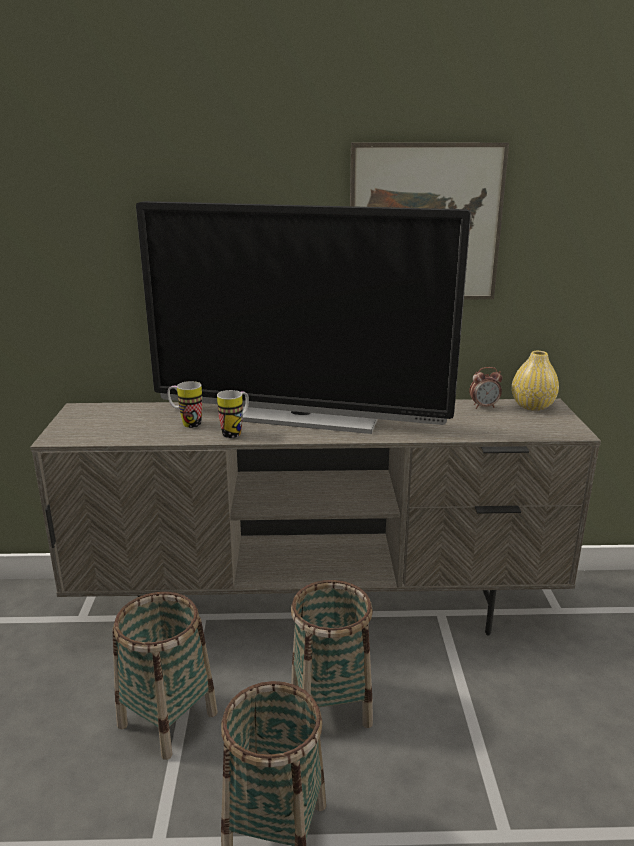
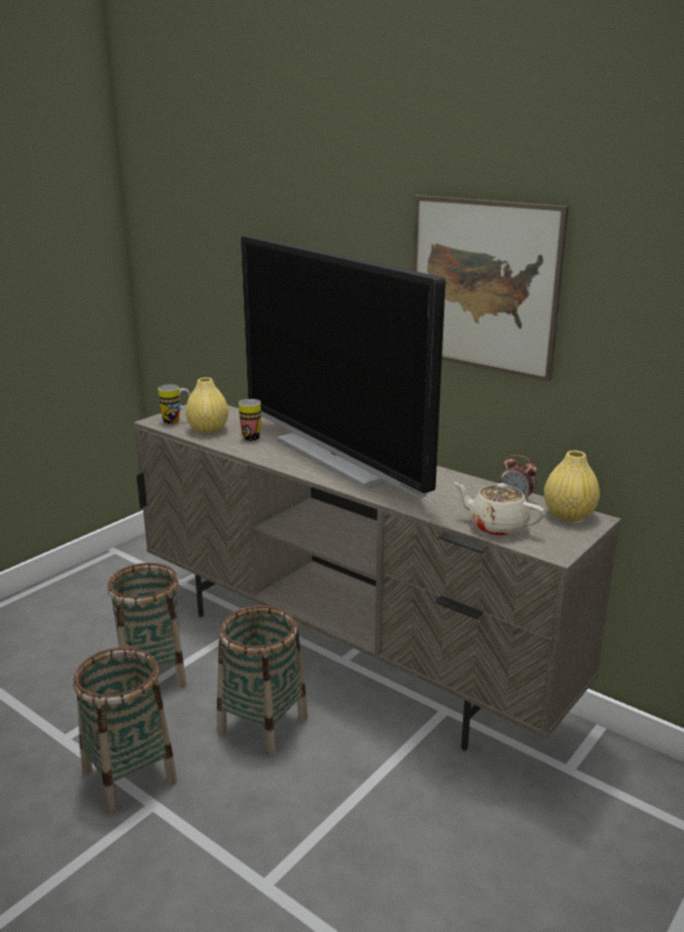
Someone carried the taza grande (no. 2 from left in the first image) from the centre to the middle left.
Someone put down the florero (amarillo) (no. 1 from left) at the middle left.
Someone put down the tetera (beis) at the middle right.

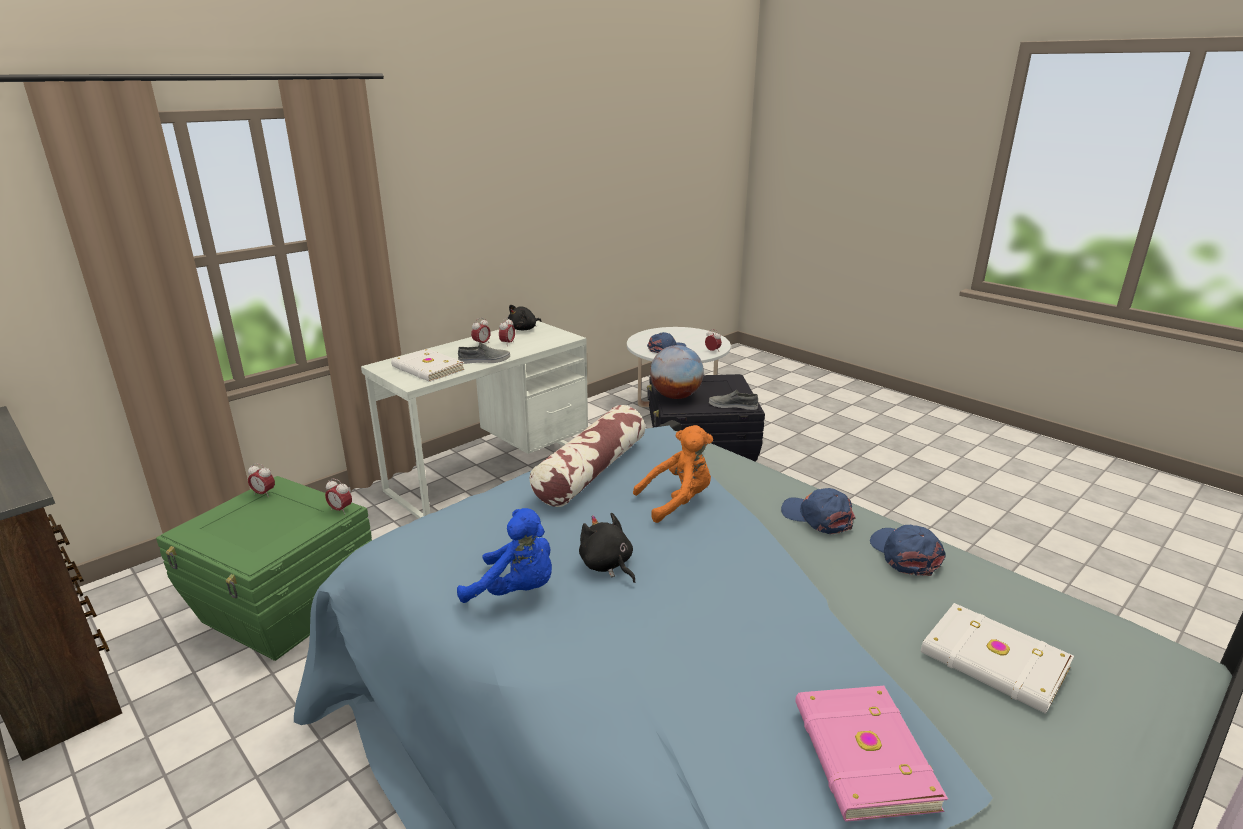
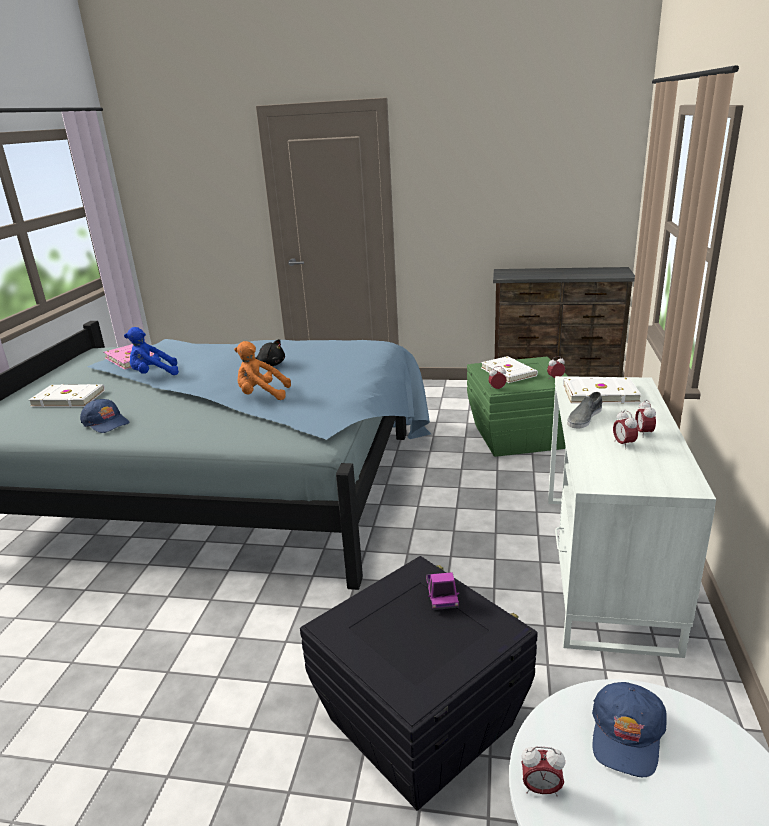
Someone carried the peluche (azul) from the bottom centre to the middle left.
Someone took away the peluche (negro) (no. 1 from left) at the centre.
Someone took away the cojín at the centre.
Someone rotated the peluche (naranja) at the centre by 60 degrees clockwise.
Someone swapped the globo terráqueo at the centre for the camión de juguete at the bottom centre.
Someone took away the zapato (gris) (no. 2 from left) at the centre.
Someone took away the gorra (azul) (no. 2 from left) at the centre.
Someone put down the libro (blanco) (no. 2 from left) at the centre.

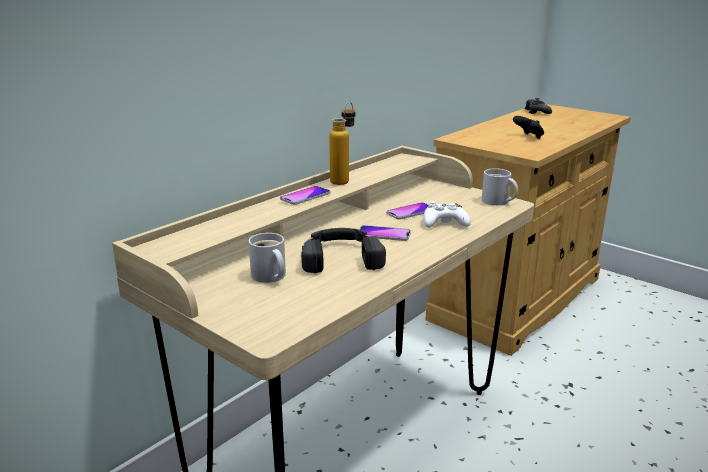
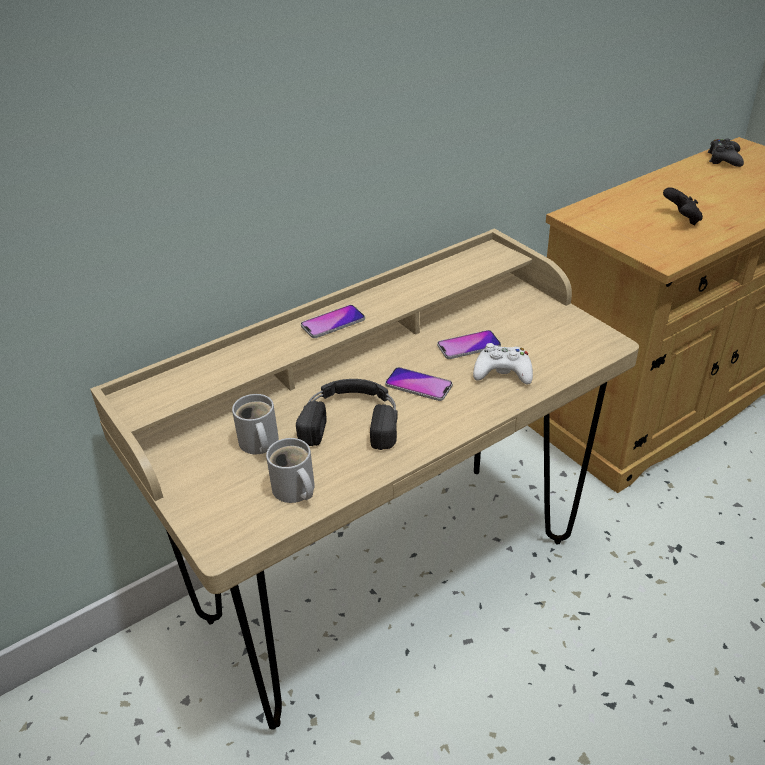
Someone took away the botella at the top centre.
Someone carried the taza grande (blanco) (no. 2 from left) from the middle right to the centre.

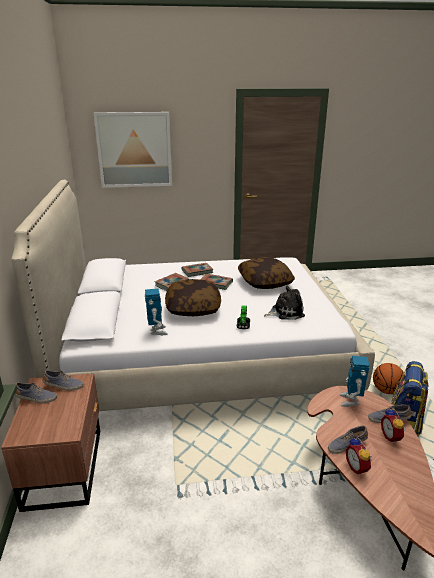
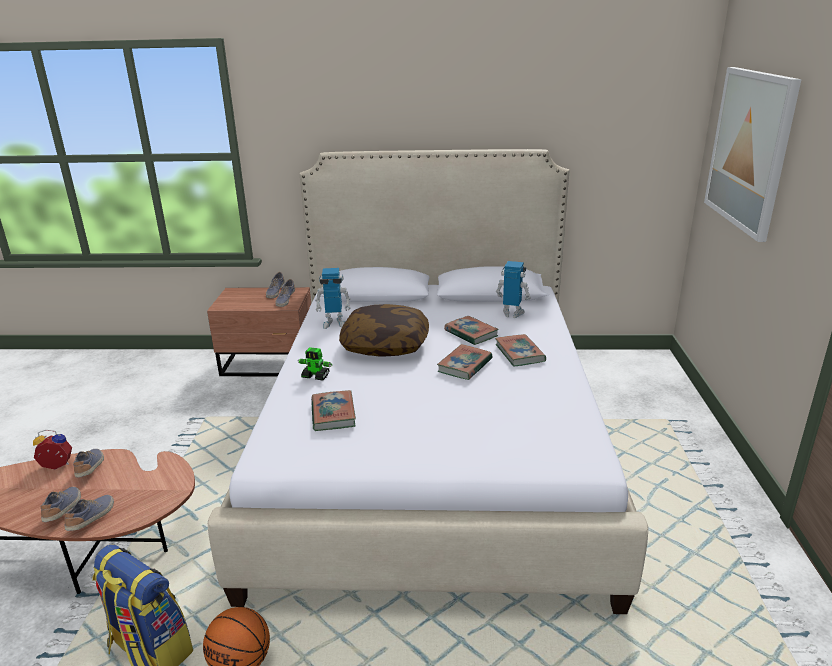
Someone took away the cojín (no. 2 from left) at the centre.
Someone swapped the peluche at the centre for the libro (no. 1 from left) at the centre.
Someone carried the robot de juguete (no. 3 from left) from the middle right to the centre.
Someone swapped the despertador (no. 2 from left) at the bottom right for the zapato (no. 1 from left) at the bottom left.

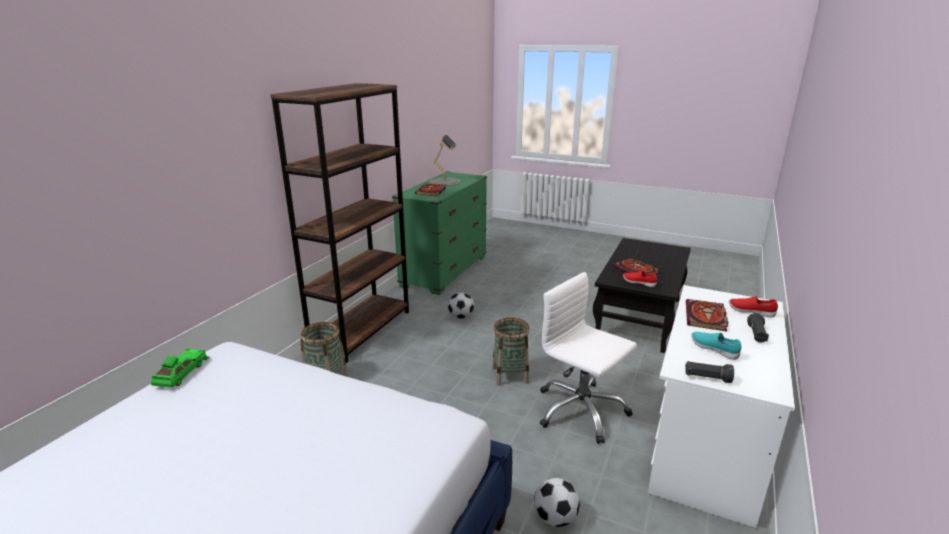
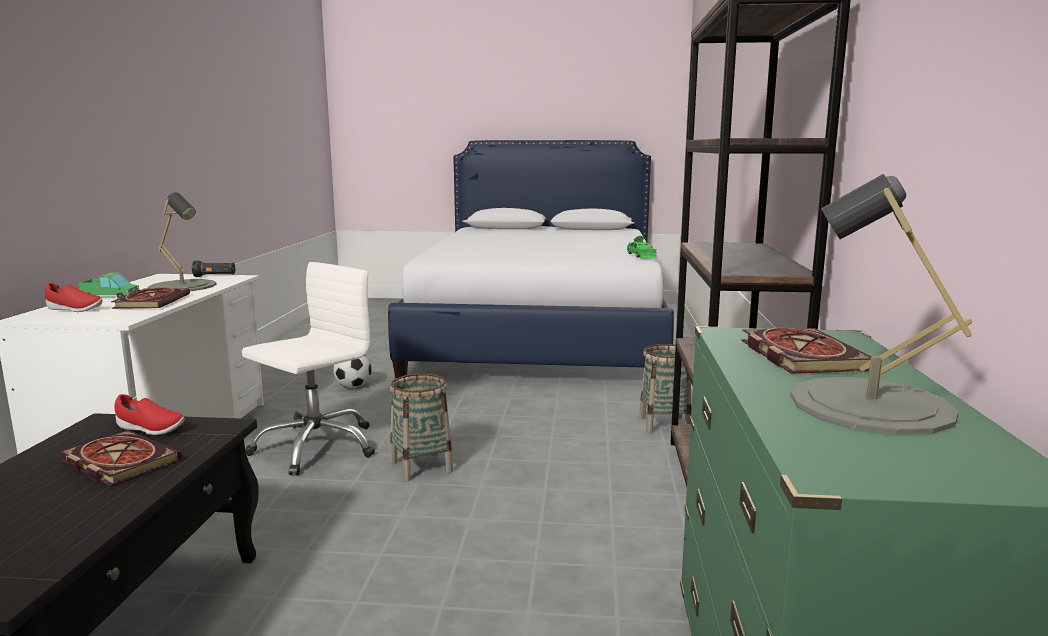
Someone took away the balón de fútbol (no. 1 from left) at the centre.
Someone rotated the silla de oficina (blanco) at the bottom centre by 75 degrees counterclockwise.
Someone swapped the zapato (turquesa) at the middle right for the lámpara de mesa (gris) (no. 1 from left) at the middle left.
Someone swapped the linterna (negro) (no. 2 from left) at the middle right for the camión de juguete at the middle left.

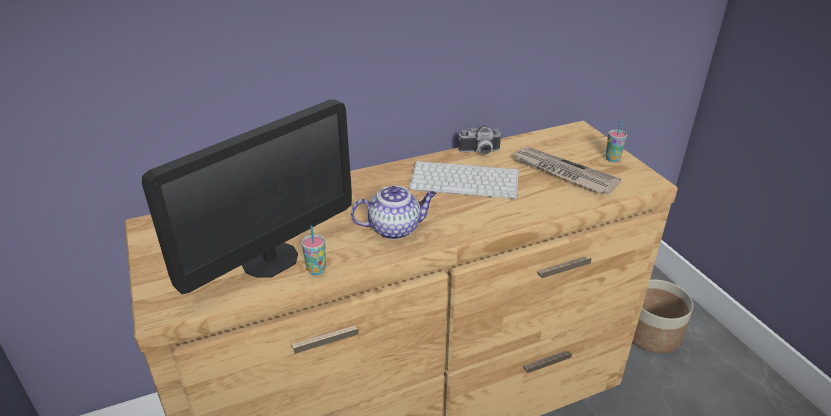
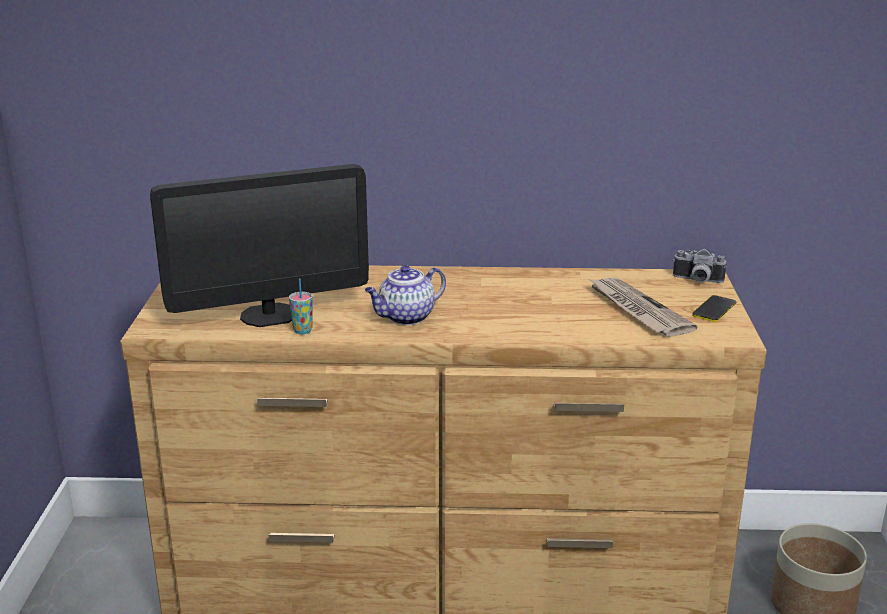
Someone rotated the tetera at the centre by 135 degrees clockwise.
Someone took away the teclado at the centre.
Someone carried the cámara from the centre to the middle right.
Someone swapped the taza (no. 2 from left) at the middle right for the móvil at the middle right.

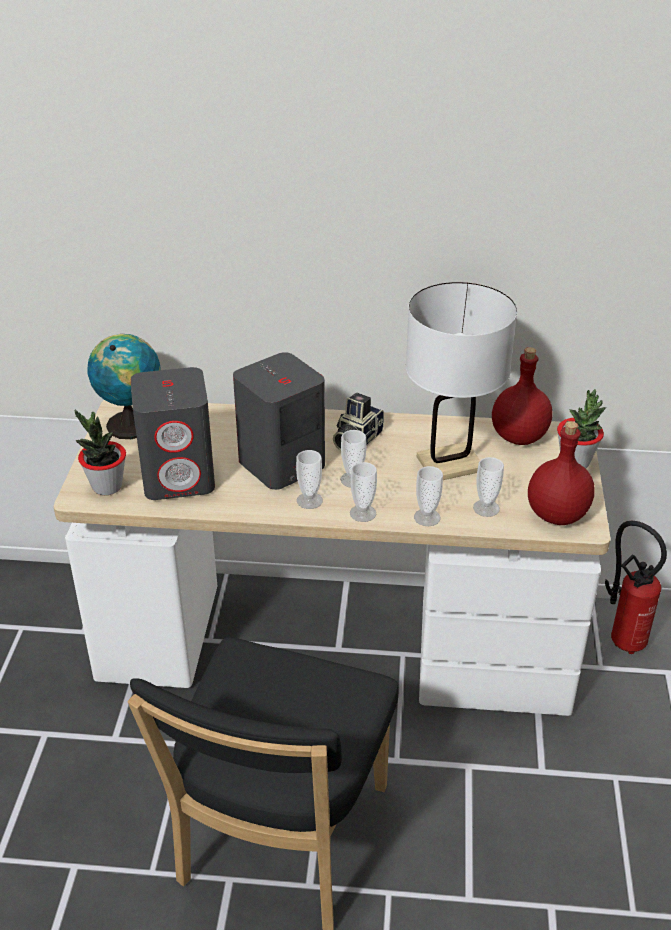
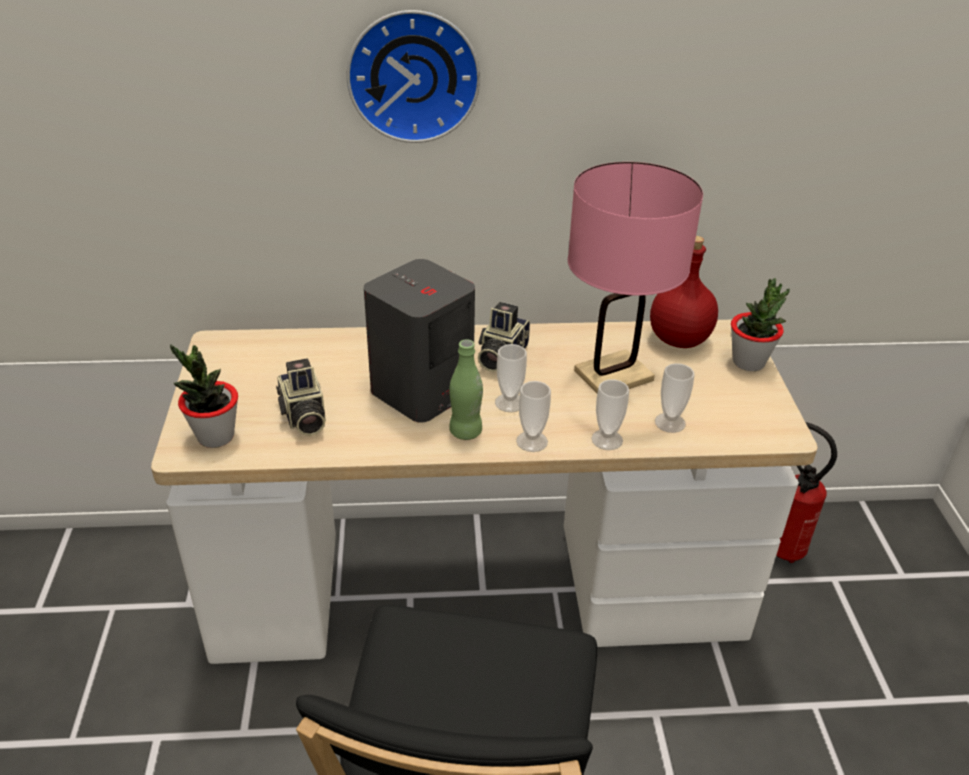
Someone took away the globo terráqueo at the middle left.
Someone swapped the altavoz (gris) (no. 1 from left) at the middle left for the cámara (no. 1 from left) at the middle left.
Someone swapped the taza (no. 1 from left) at the centre for the botella (verde) at the centre.
Someone repainted the lámpara de mesa (blanco) at the middle right, which became the lámpara de mesa (rosa) at the centre.
Someone took away the botella (rojo) (no. 2 from left) at the middle right.
Someone put up the reloj de pared at the top centre.

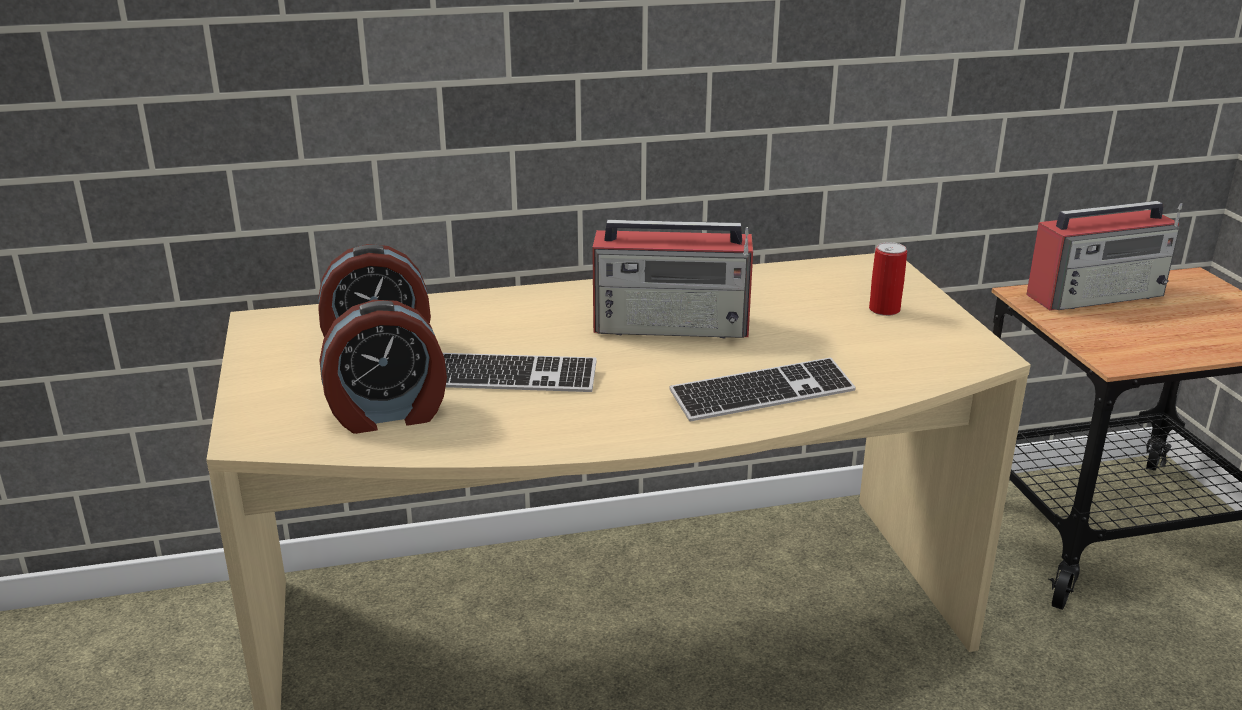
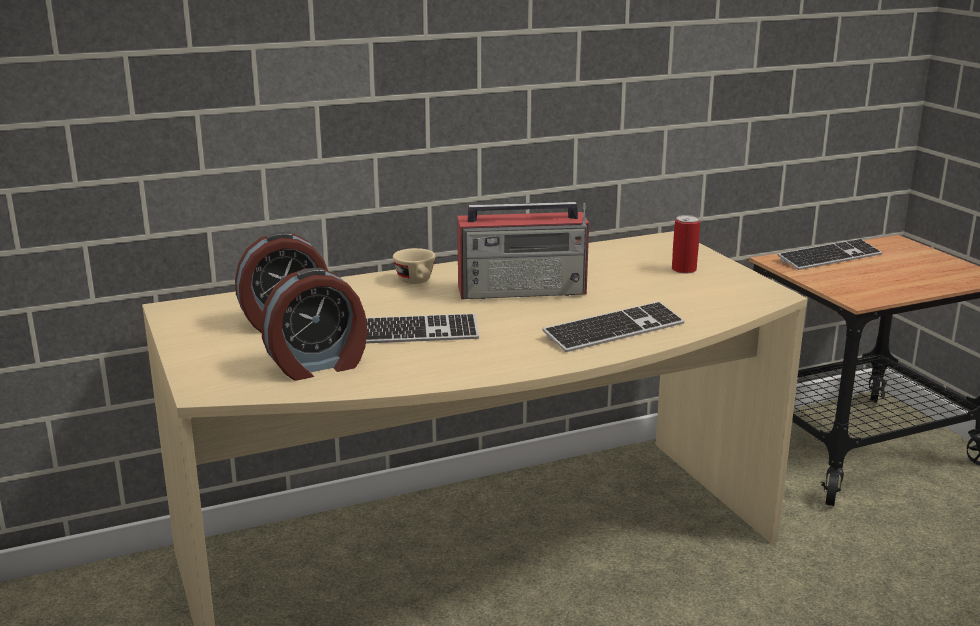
Someone swapped the radio (no. 2 from left) at the middle right for the teclado (no. 3 from left) at the middle right.
Someone put down the taza (beis) at the centre.

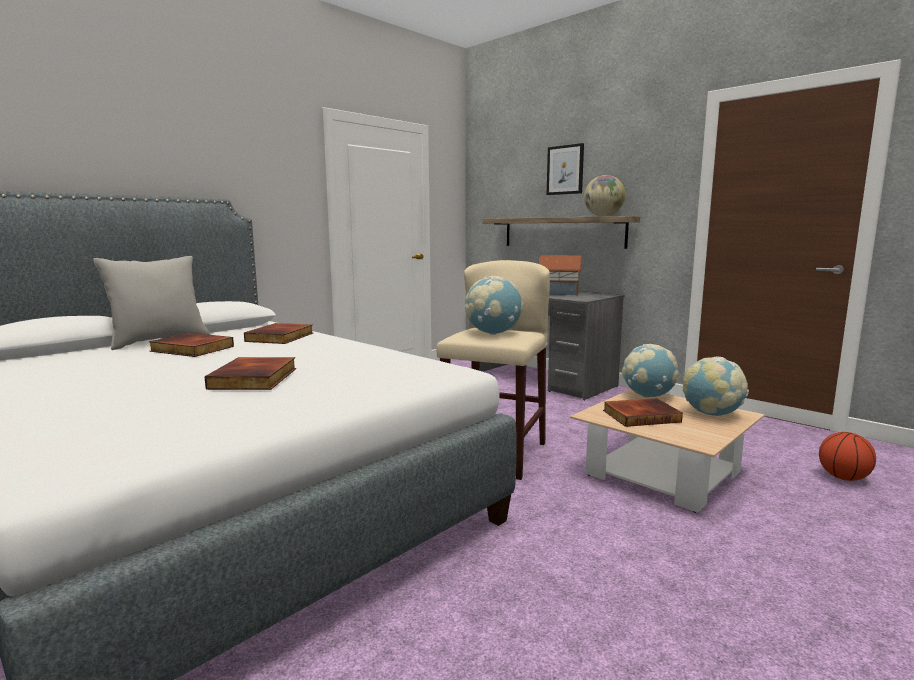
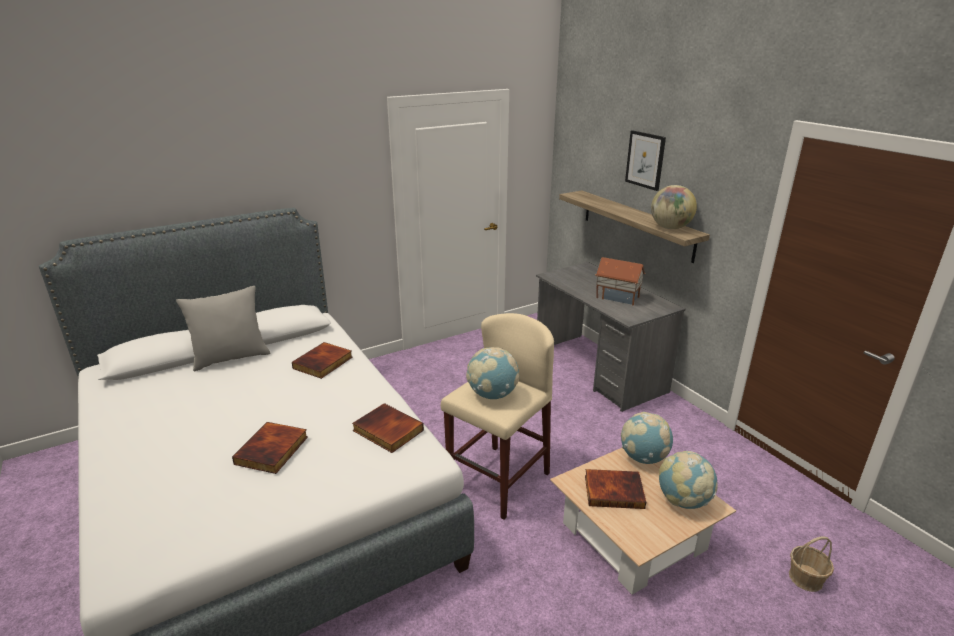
Someone carried the libro (no. 1 from left in the first image) from the middle left to the bottom centre.
Someone swapped the balón de baloncesto at the bottom right for the cesta at the bottom right.

